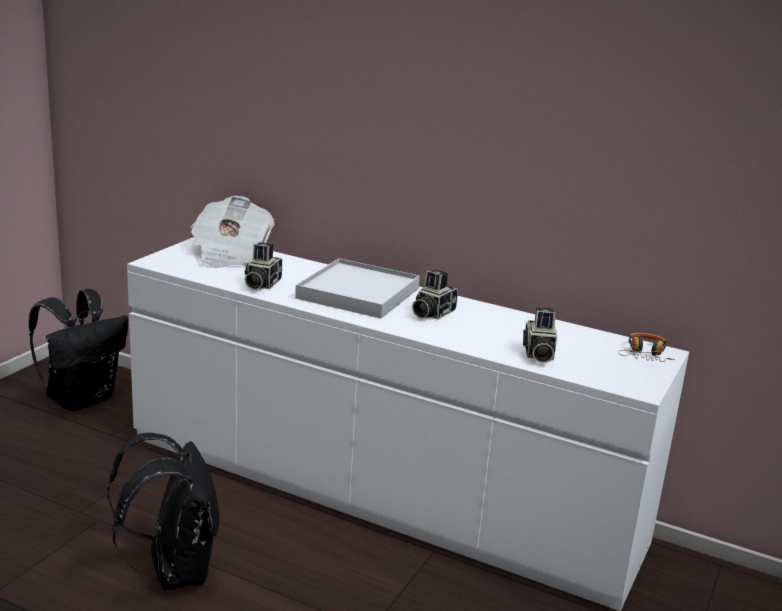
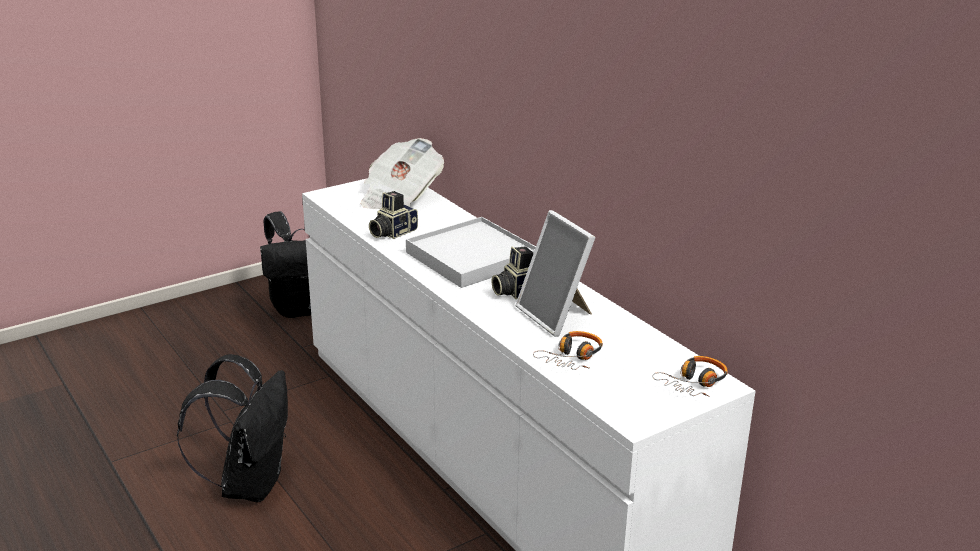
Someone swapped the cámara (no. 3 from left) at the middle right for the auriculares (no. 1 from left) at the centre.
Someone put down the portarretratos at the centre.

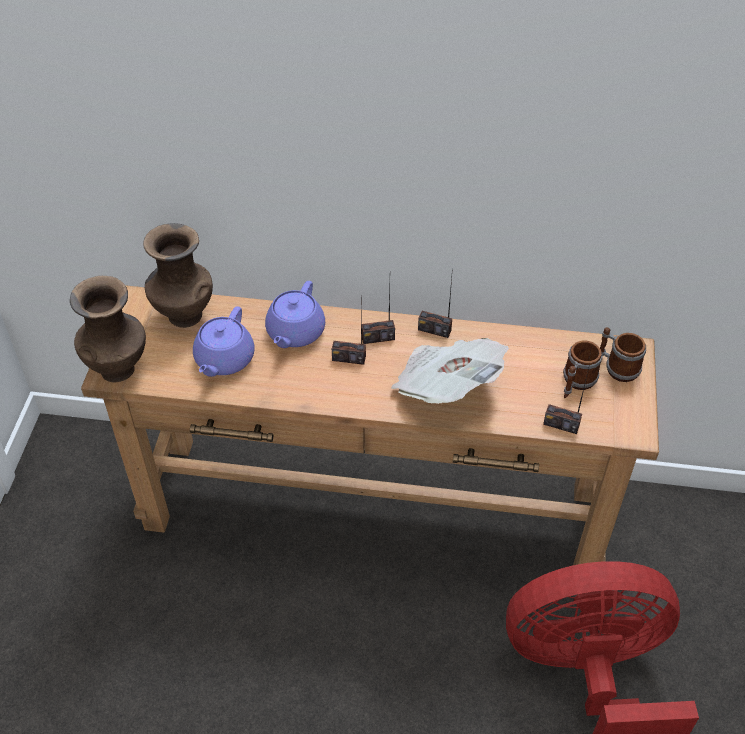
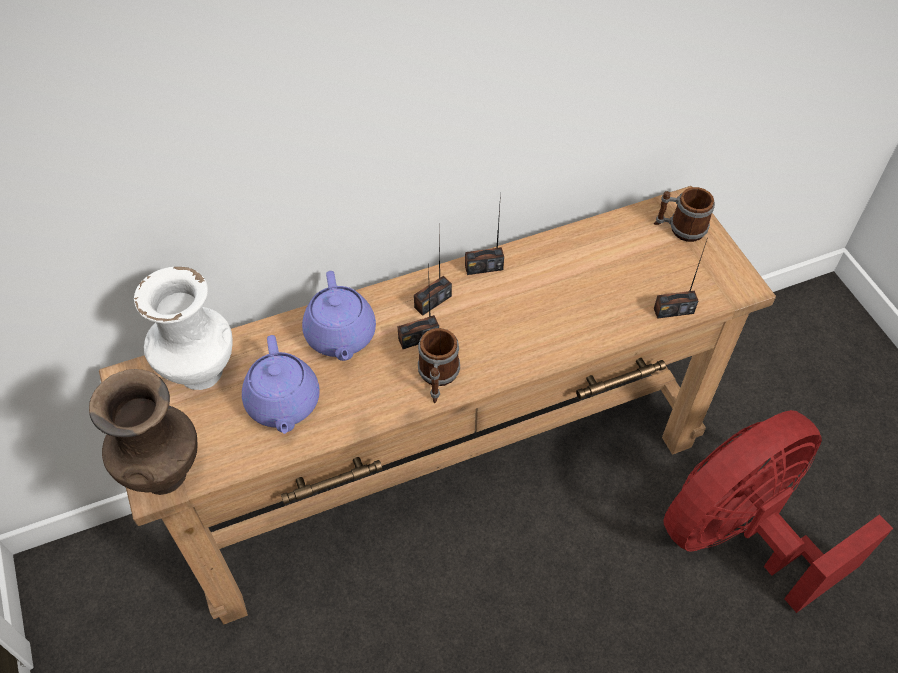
Someone repainted the florero (marrón) (no. 2 from left) at the middle left, which became the florero (blanco) at the middle left.
Someone took away the periódico at the centre.
Someone carried the taza grande (no. 1 from left) from the middle right to the centre.

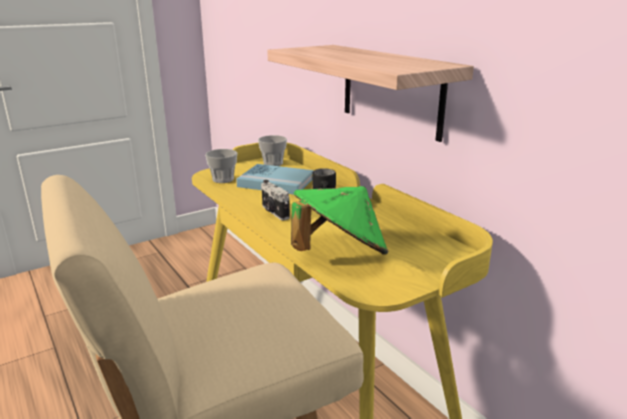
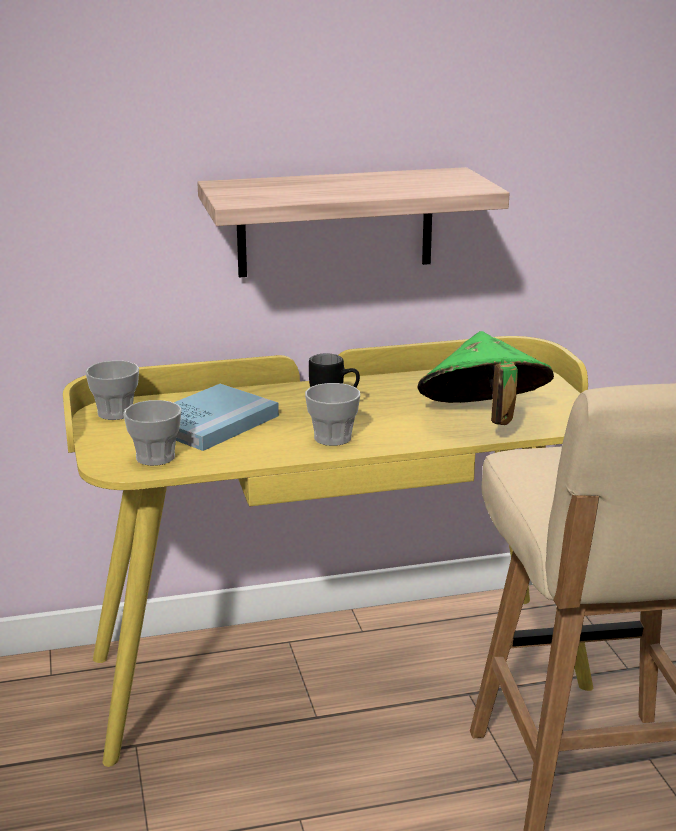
Someone swapped the cámara at the centre for the taza (no. 3 from left) at the centre.

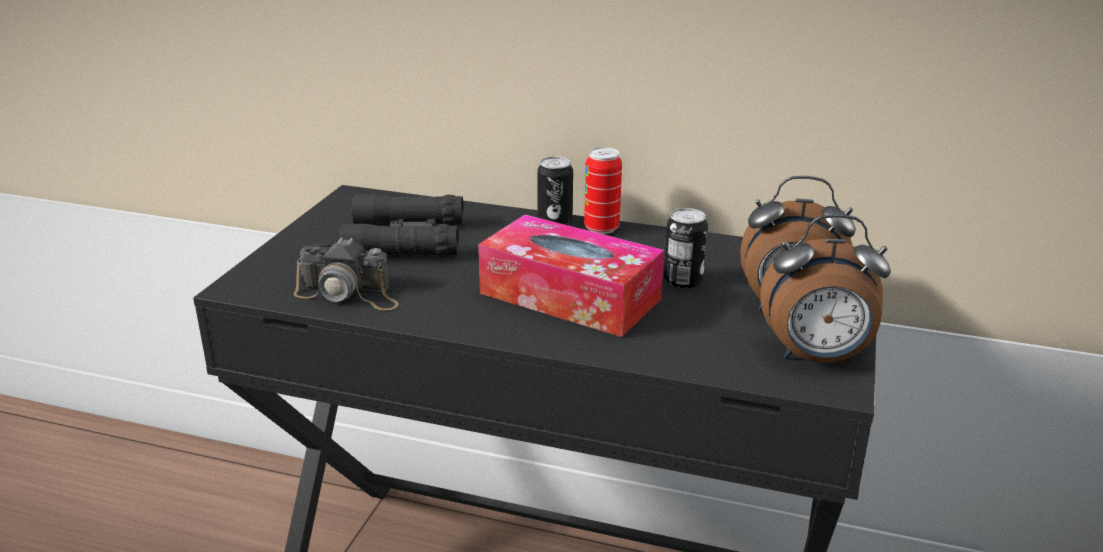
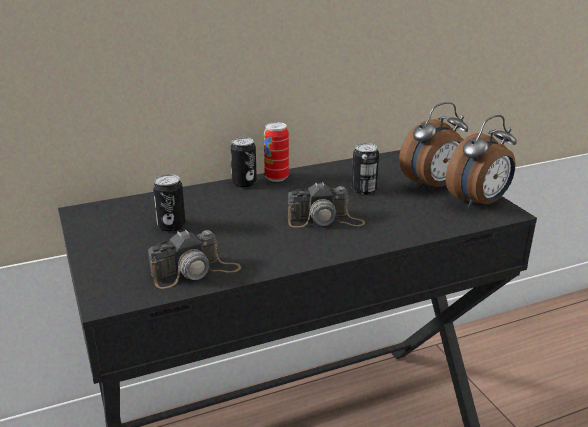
Someone swapped the prismáticos (negro) at the centre for the lata (no. 1 from left) at the middle left.
Someone swapped the caja de pañuelos at the centre for the cámara (no. 2 from left) at the centre.

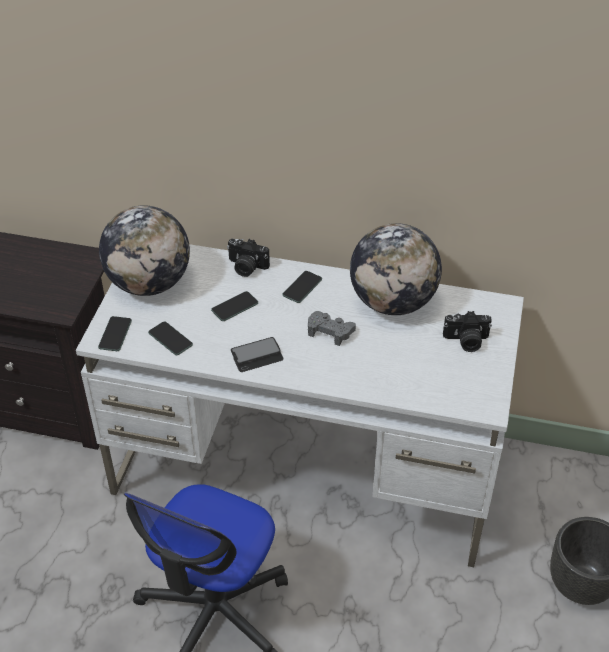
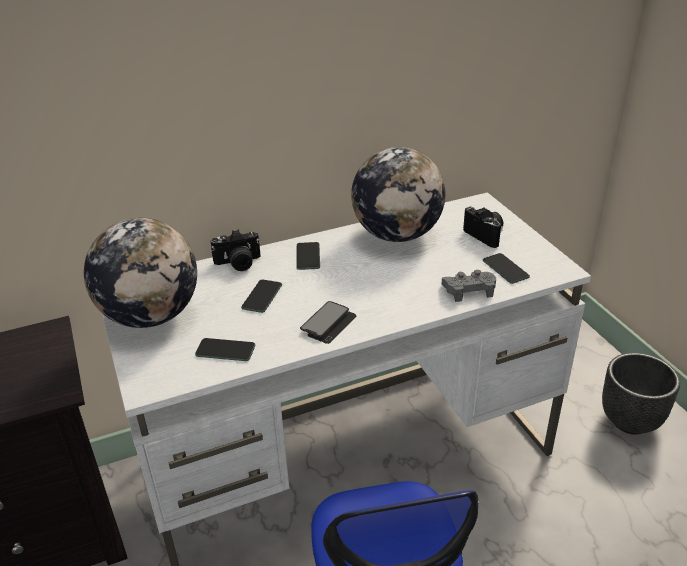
Someone carried the móvil (no. 1 from left in the first image) from the middle left to the middle right.
Someone carried the mando de consola (gris) from the centre to the middle right.
Someone rotated the cámara (no. 2 from left) at the middle right by 90 degrees counterclockwise.

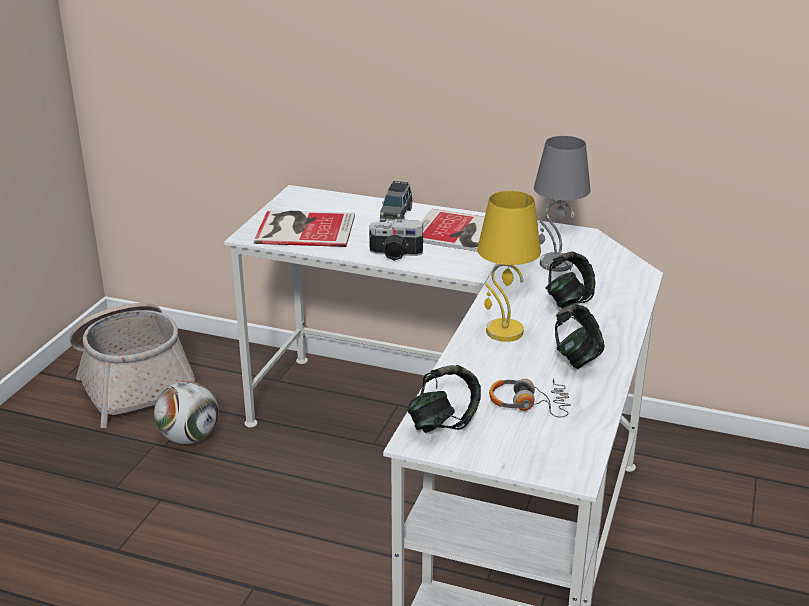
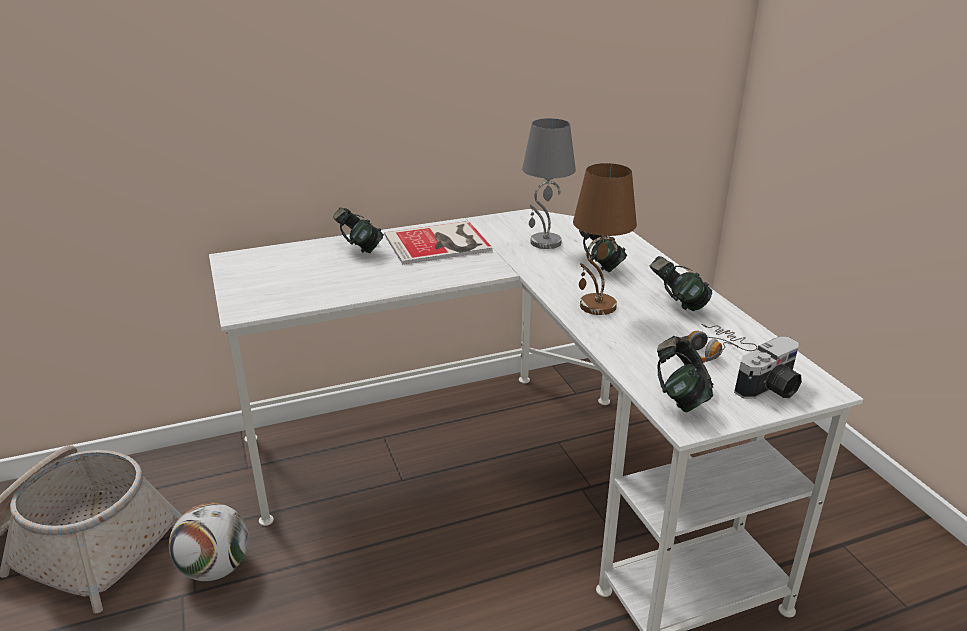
Someone took away the libro (no. 1 from left) at the centre.
Someone carried the cámara from the centre to the middle right.
Someone swapped the coche de juguete (gris) at the top centre for the auriculares (no. 1 from left) at the centre.
Someone repainted the lámpara de mesa (amarillo) at the centre, which became the lámpara de mesa (marrón) at the centre.

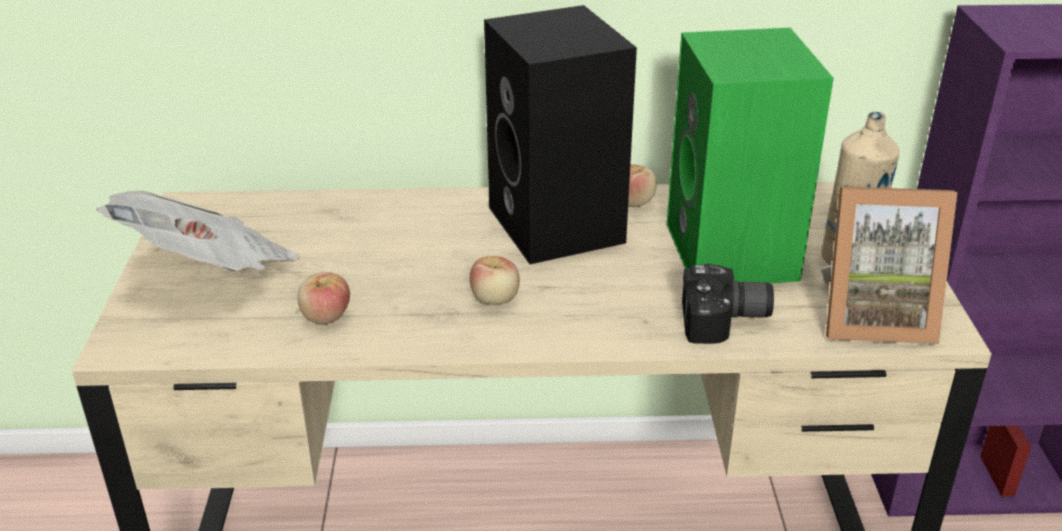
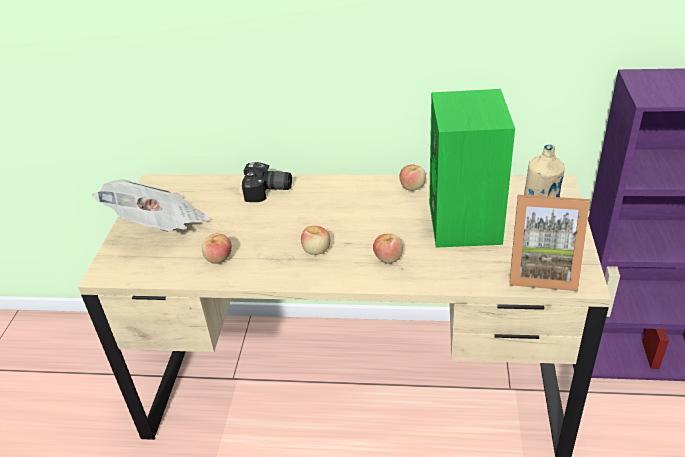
Someone took away the altavoz (negro) at the top centre.
Someone carried the cámara from the middle right to the centre.
Someone put down the manzana (no. 3 from left) at the centre.

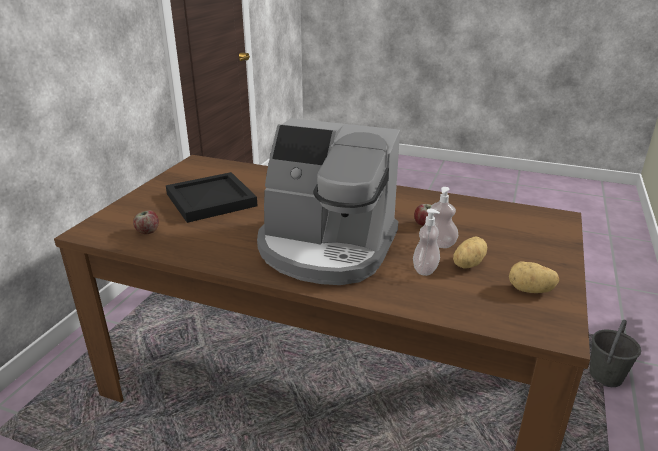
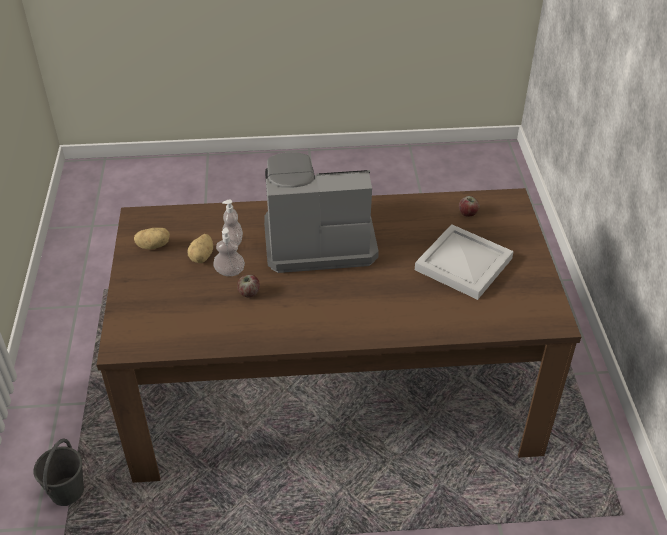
Someone repainted the bandeja (negro) at the middle left, which became the bandeja (blanco) at the middle right.

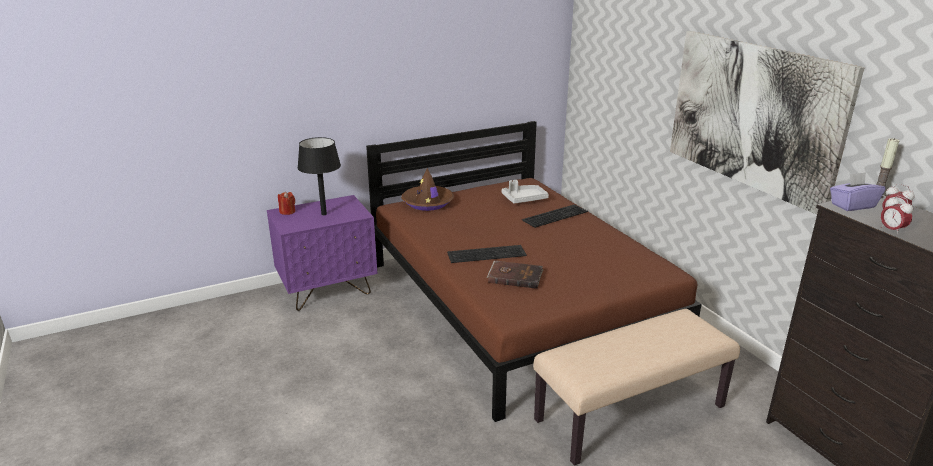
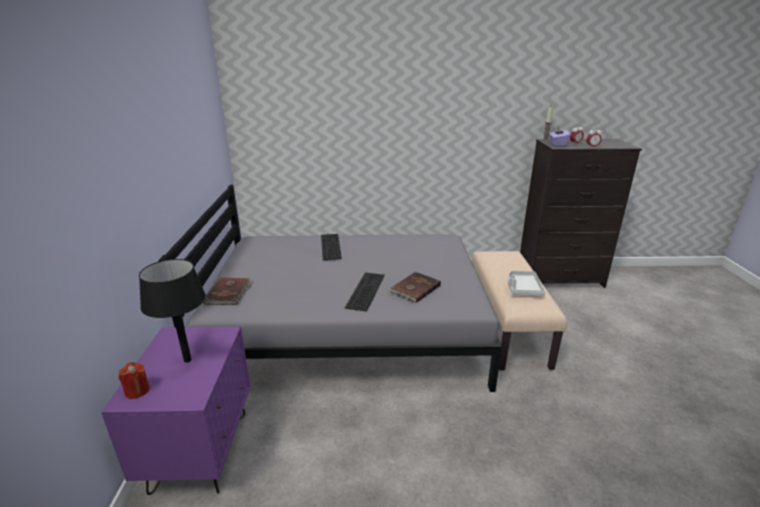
Someone repainted the cama (marrón) at the centre, which became the cama (gris) at the centre.
Someone swapped the sombrero (marrón) at the centre for the libro (marrón) (no. 1 from left) at the middle left.
Someone carried the bandeja (gris) from the centre to the middle right.
Someone took away the cuadro at the top right.

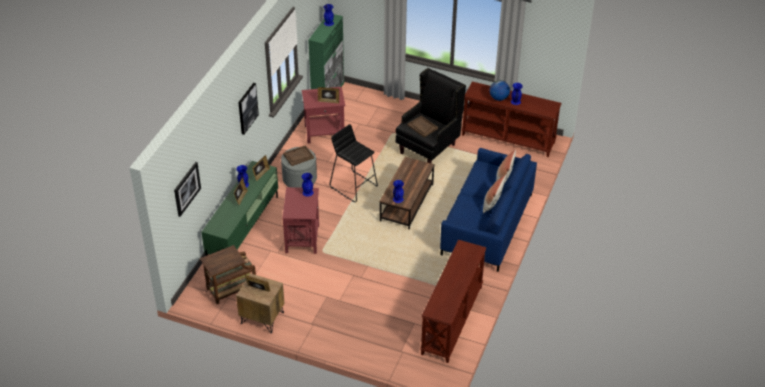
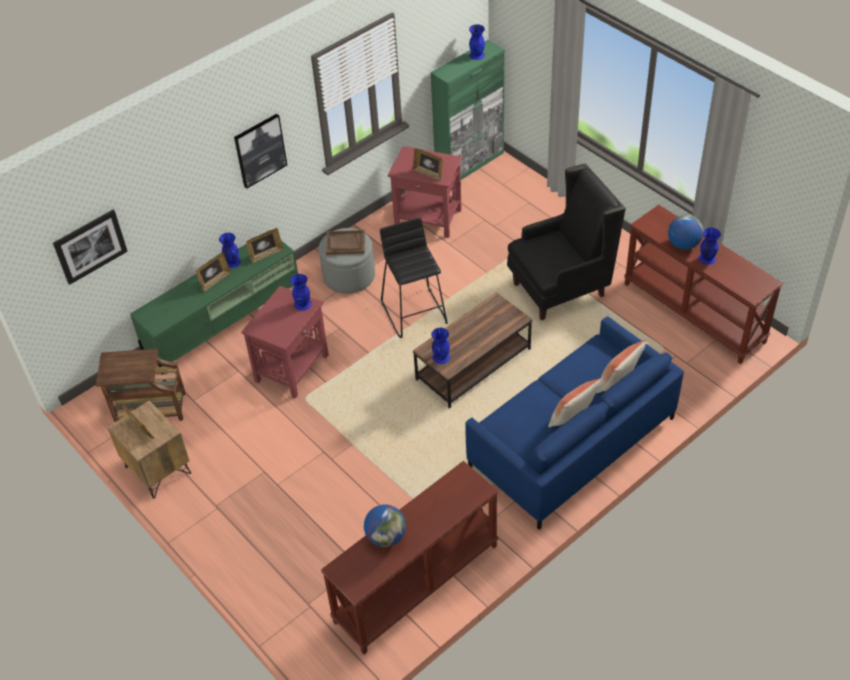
Someone took away the bandeja (marrón) (no. 2 from left) at the top centre.
Someone put down the globo terráqueo (no. 1 from left) at the bottom centre.

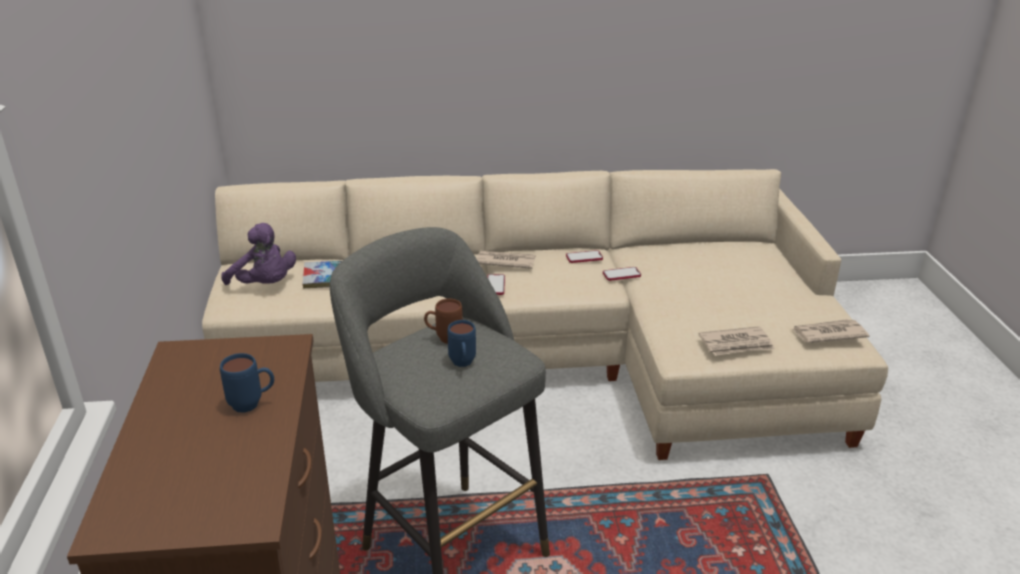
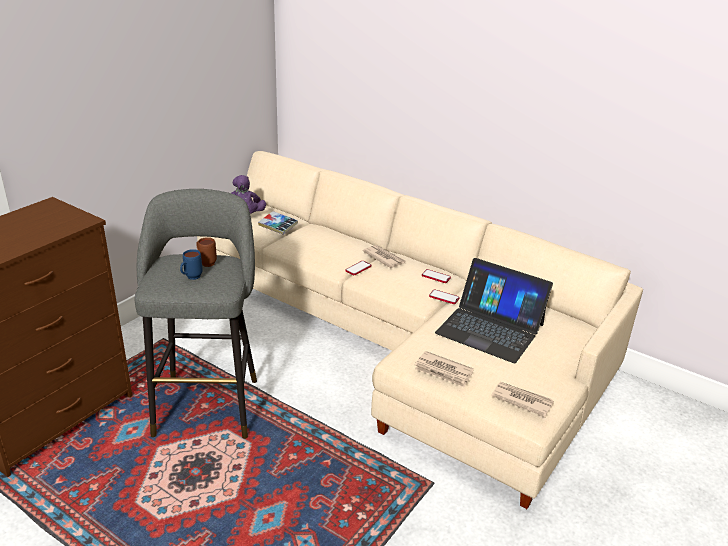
Someone took away the taza grande (azul) (no. 1 from left) at the bottom left.
Someone put down the portátil at the middle right.

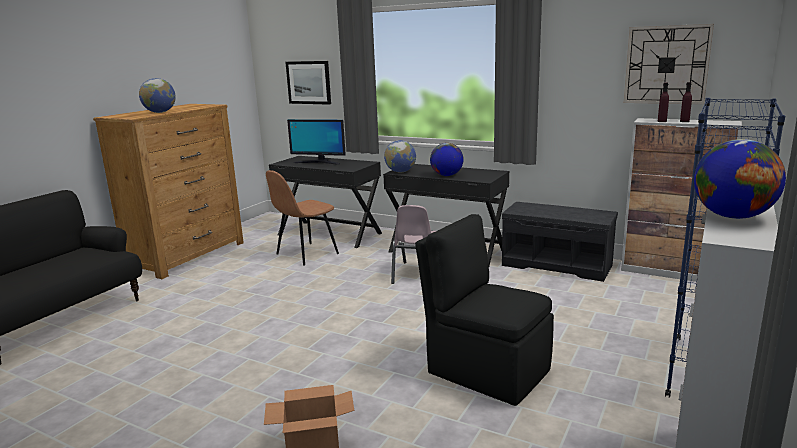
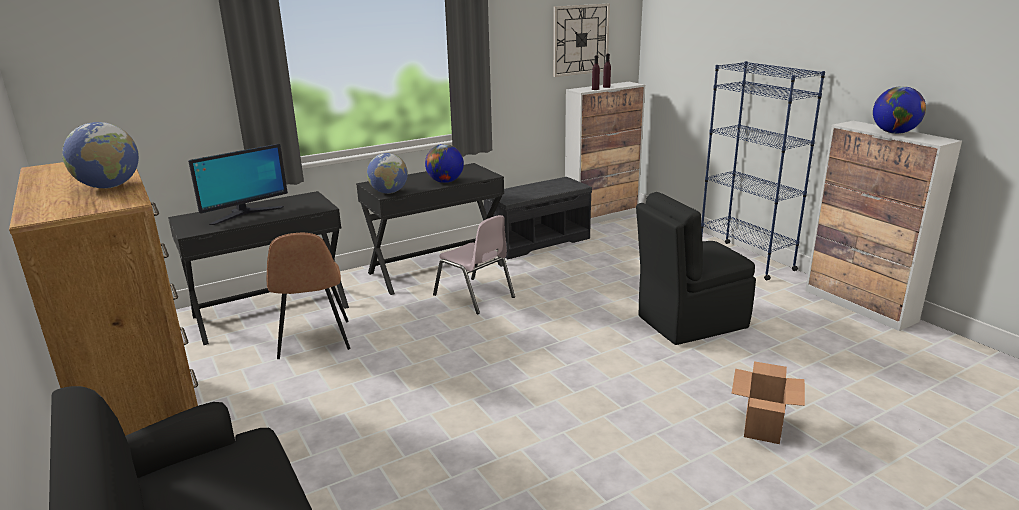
Someone took away the cuadro at the top centre.

